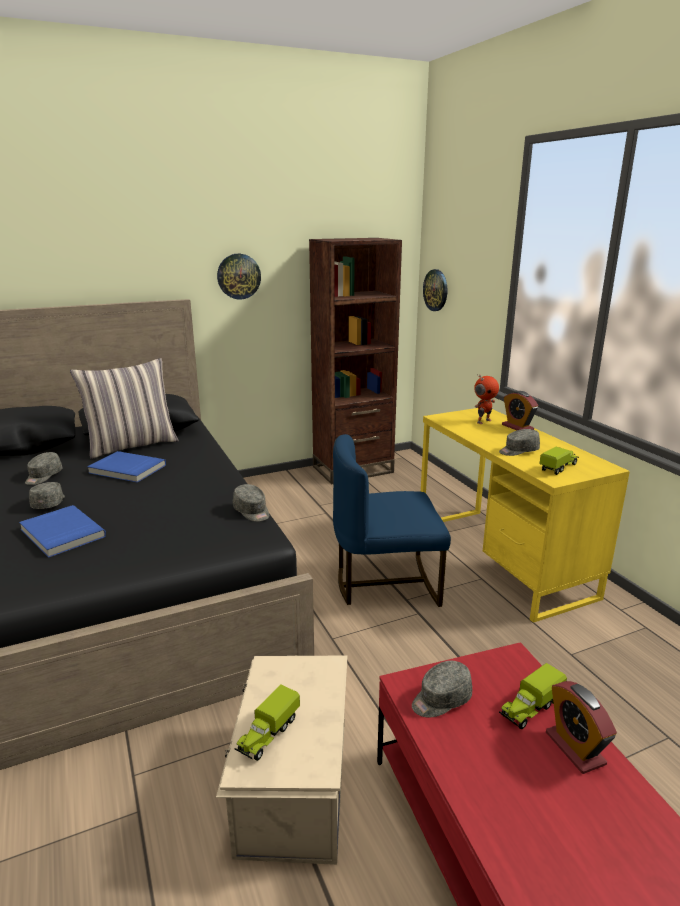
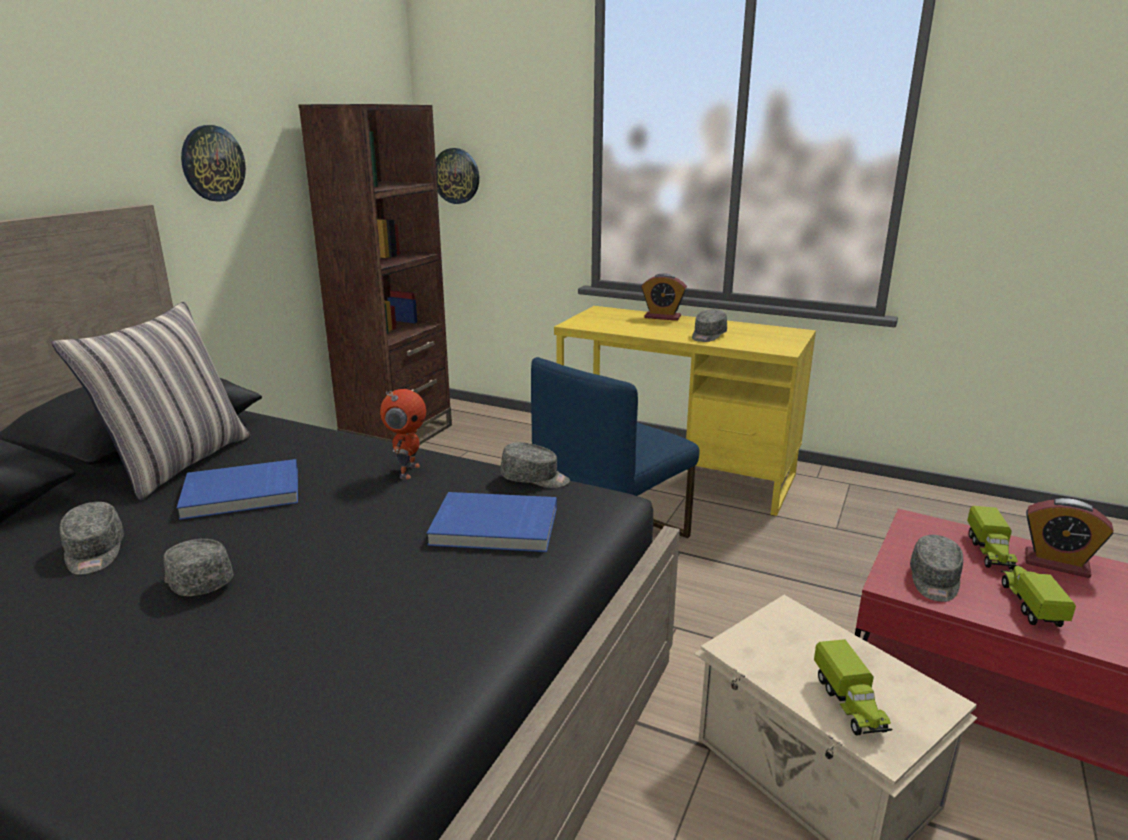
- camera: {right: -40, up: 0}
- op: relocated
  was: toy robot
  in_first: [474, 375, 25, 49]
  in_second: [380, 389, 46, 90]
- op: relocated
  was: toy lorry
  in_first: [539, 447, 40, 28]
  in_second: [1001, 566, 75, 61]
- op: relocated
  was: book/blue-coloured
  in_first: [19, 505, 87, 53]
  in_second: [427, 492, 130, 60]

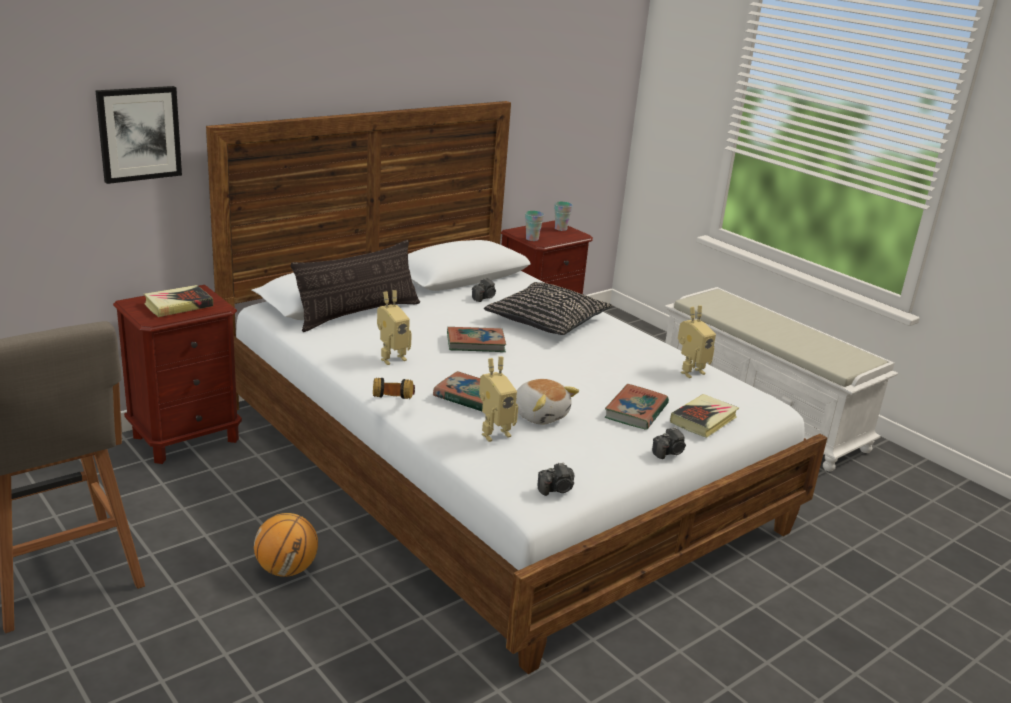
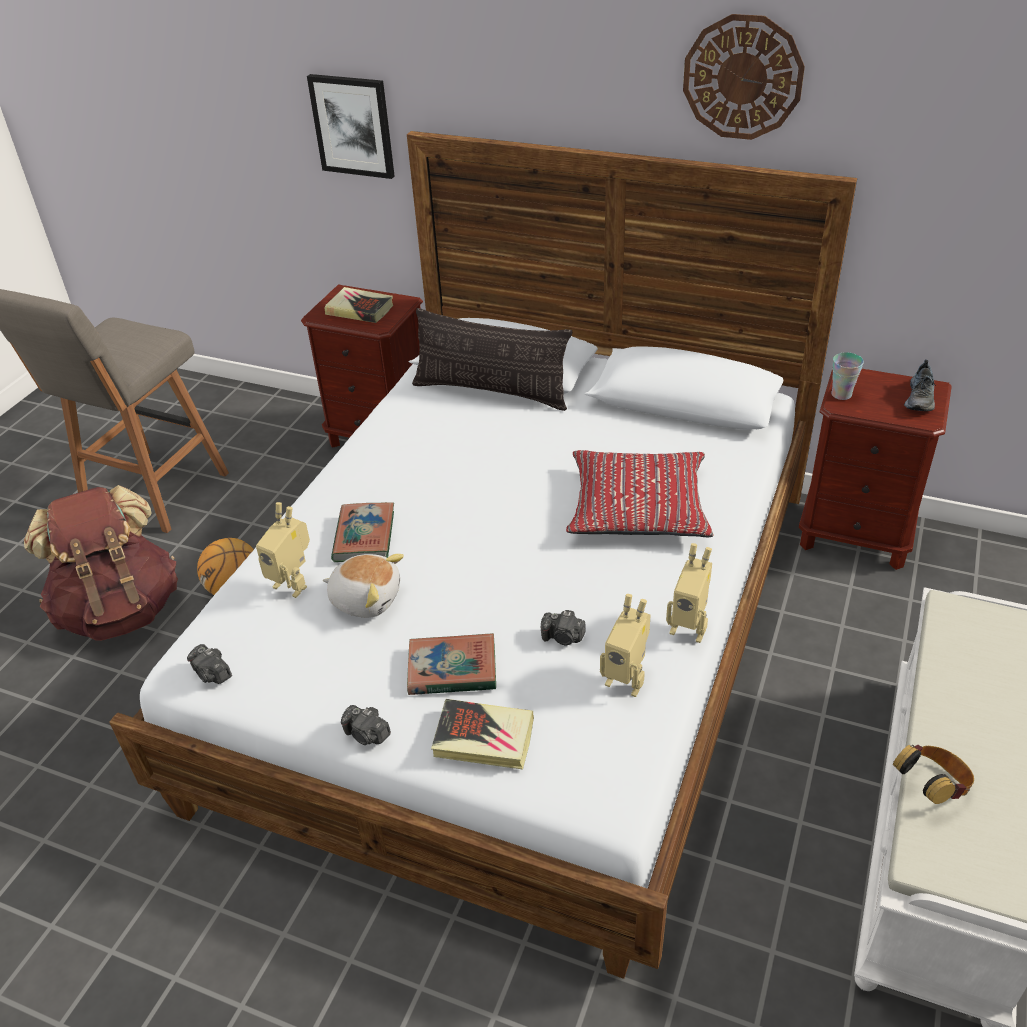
- camera: {right: 65, up: 15}
- op: exchanged
  was: drinking cup
  now: shoe
  in_first: [554, 202, 19, 29]
  in_second: [904, 359, 32, 53]
- op: relocated
  was: photo camera
  in_first: [472, 278, 24, 24]
  in_second: [541, 610, 45, 35]
- op: colour
  was: throw pillow/blackish
  now: throw pillow/reddish
  in_first: [484, 282, 128, 53]
  in_second: [566, 450, 148, 87]
- op: relocated
  was: toy robot
  in_first: [377, 290, 35, 75]
  in_second: [666, 543, 46, 100]
- op: missing
  was: book
  in_first: [447, 327, 59, 25]
- op: relocated
  was: pair of headphones
  in_first: [373, 378, 42, 21]
  in_second: [893, 744, 81, 60]
- op: spun
  was: cuddly toy
  in_first: [516, 379, 63, 46]
  in_second: [323, 554, 81, 64]
  clockwise: -90
- op: appeared
  now: hanging clock
  in_second: [683, 14, 122, 126]
- op: appeared
  now: knapsack/brownish
  in_second: [24, 485, 154, 156]

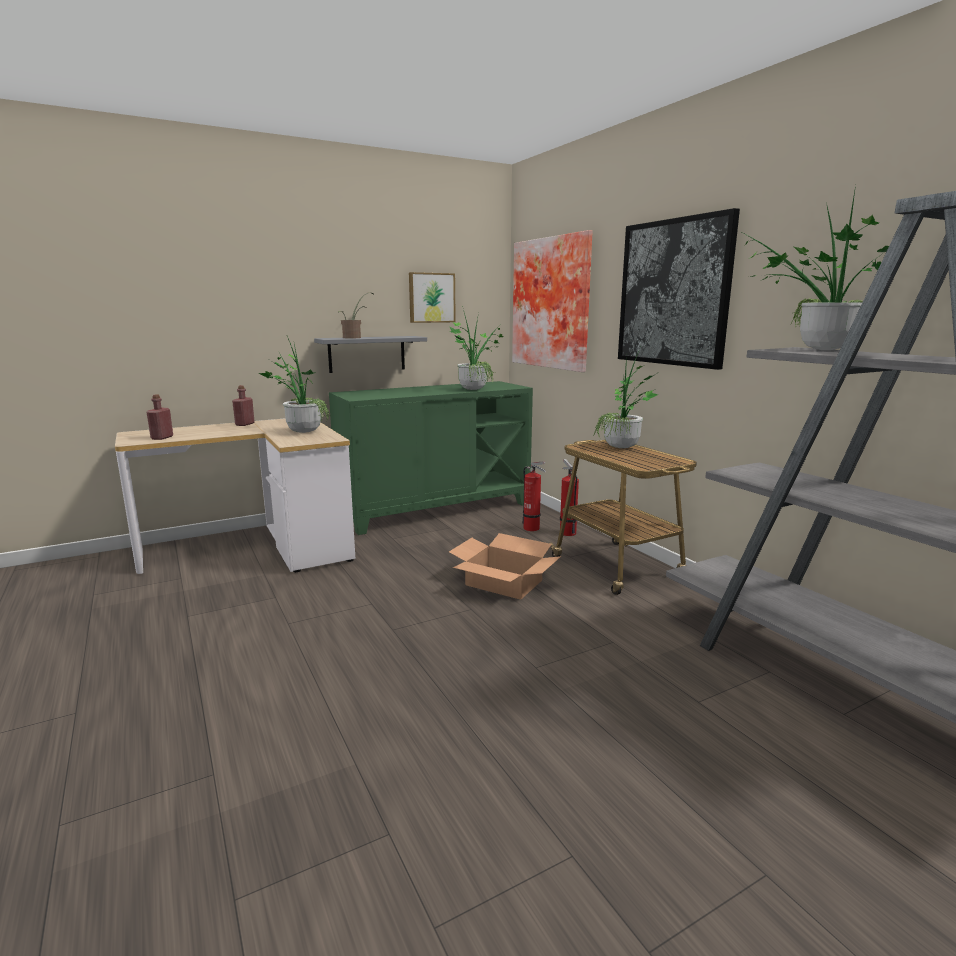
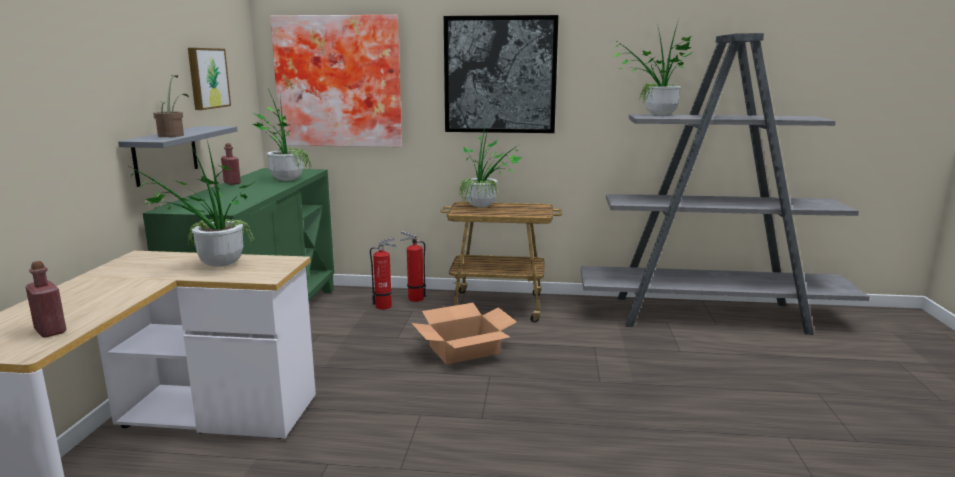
- camera: {right: -55, up: 0}
- op: relocated
  was: drink bottle/reddish
  in_first: [232, 385, 23, 41]
  in_second: [221, 143, 20, 42]

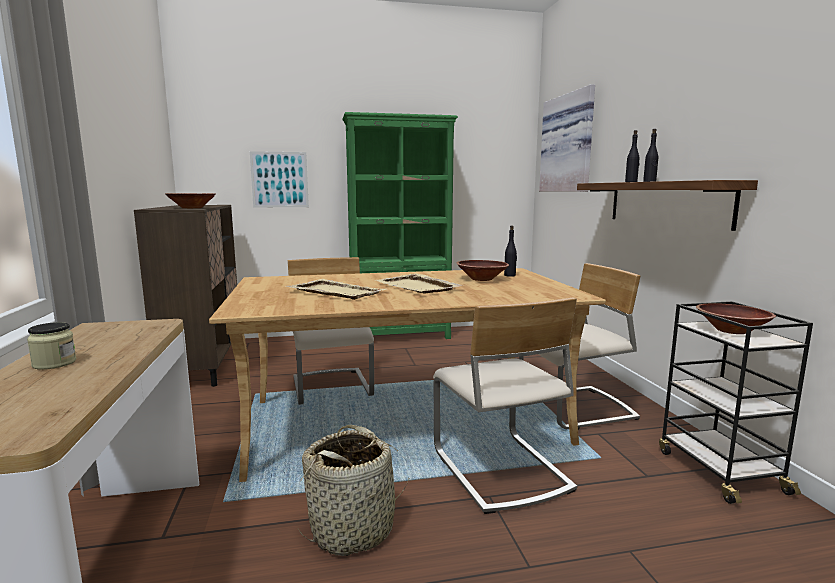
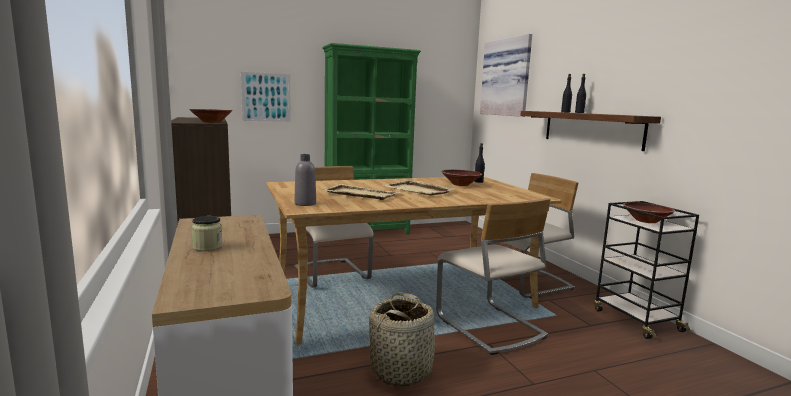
- camera: {right: -10, up: 0}
- op: appeared
  now: drink bottle/gray
  in_second: [295, 154, 21, 52]

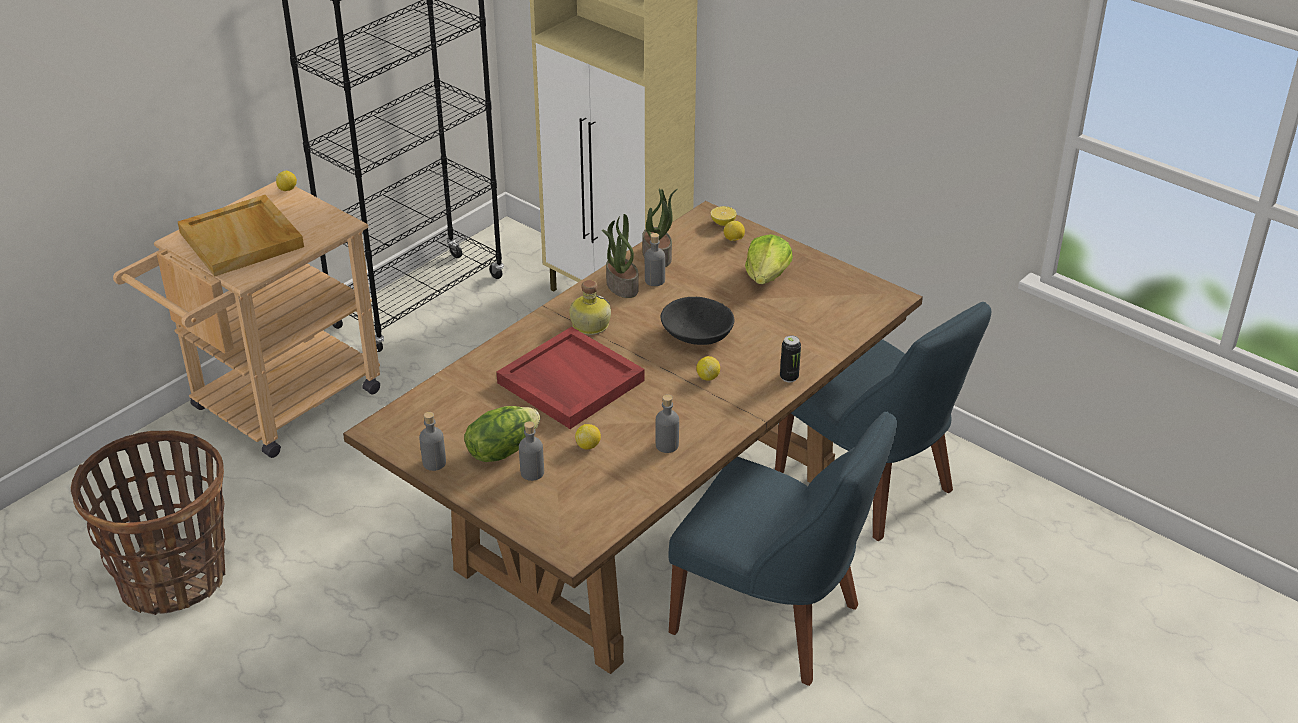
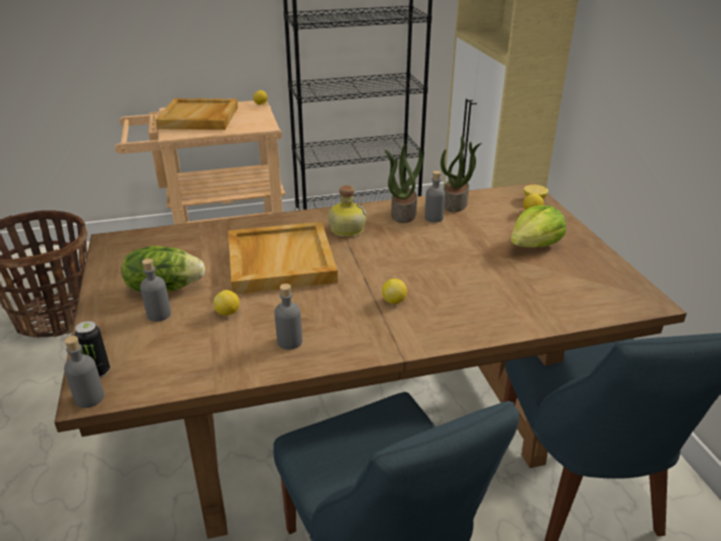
- camera: {right: 35, up: -5}
- op: missing
  was: serving bowl/blackish
  in_first: [660, 297, 75, 48]
- op: colour
  was: serving tray/reddish
  now: serving tray/beige-coloured
  in_first: [497, 327, 148, 102]
  in_second: [228, 222, 110, 72]
- op: relocated
  was: can
  in_first: [780, 335, 21, 47]
  in_second: [74, 321, 36, 56]
- op: relocated
  was: drink bottle/gray
  in_first: [419, 412, 27, 59]
  in_second: [64, 336, 40, 72]

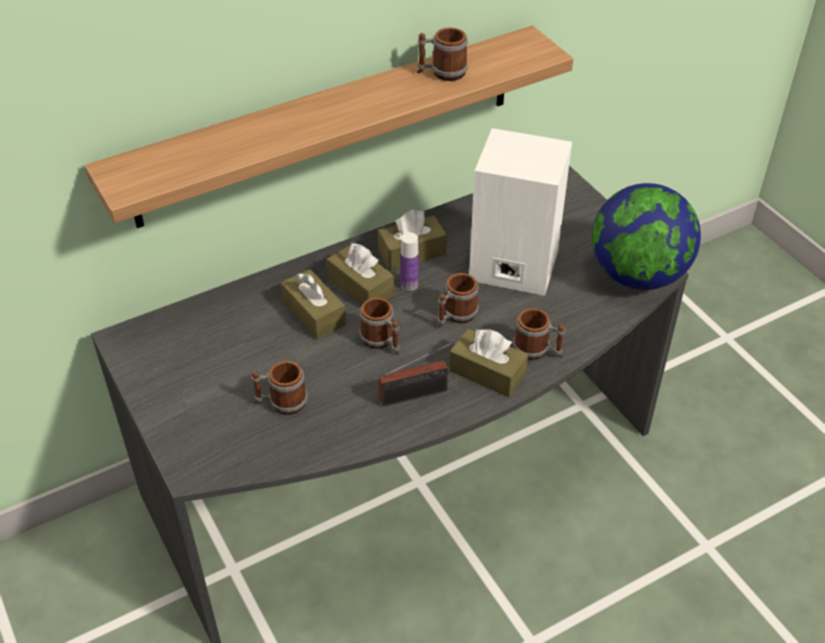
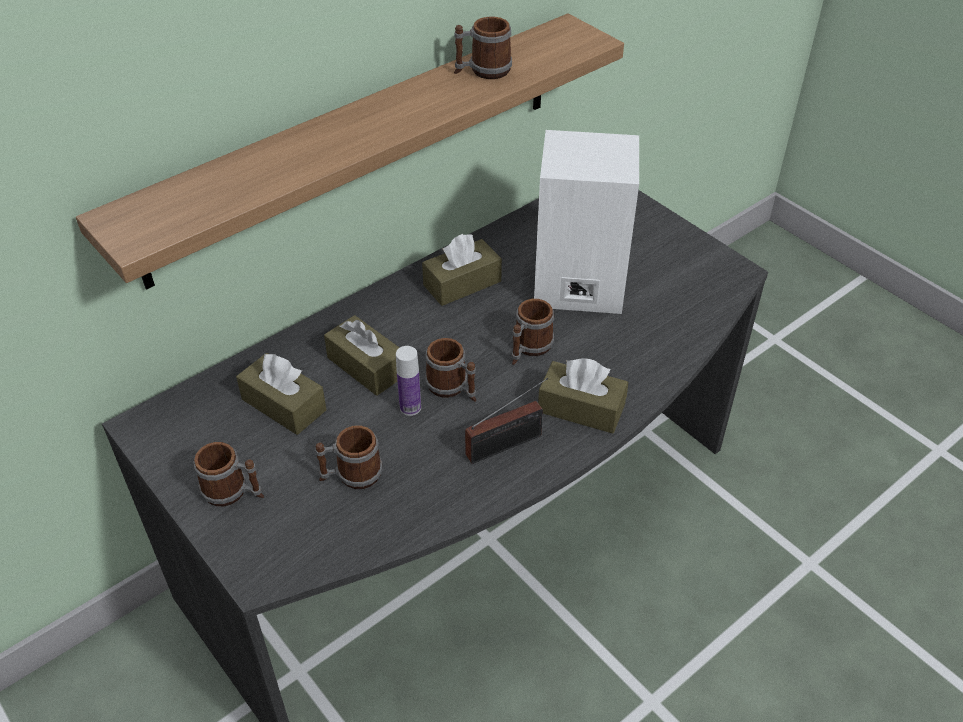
- camera: {right: -10, up: 0}
- op: missing
  was: globe
  in_first: [592, 183, 109, 107]
- op: relocated
  was: drink bottle
  in_first: [401, 232, 17, 59]
  in_second: [396, 346, 25, 70]
- op: relocated
  was: box of tissues/brownish
  in_first: [327, 243, 67, 62]
  in_second: [236, 353, 90, 82]
- op: relocated
  was: mug
  in_first: [513, 308, 52, 52]
  in_second: [193, 442, 71, 64]

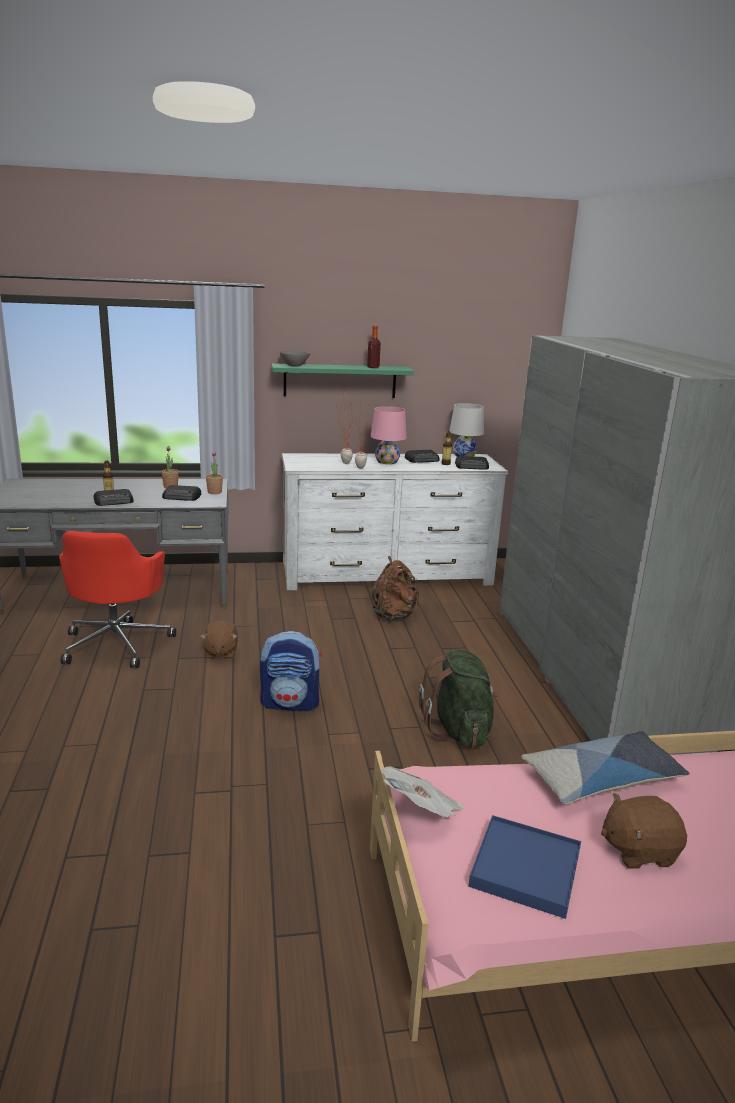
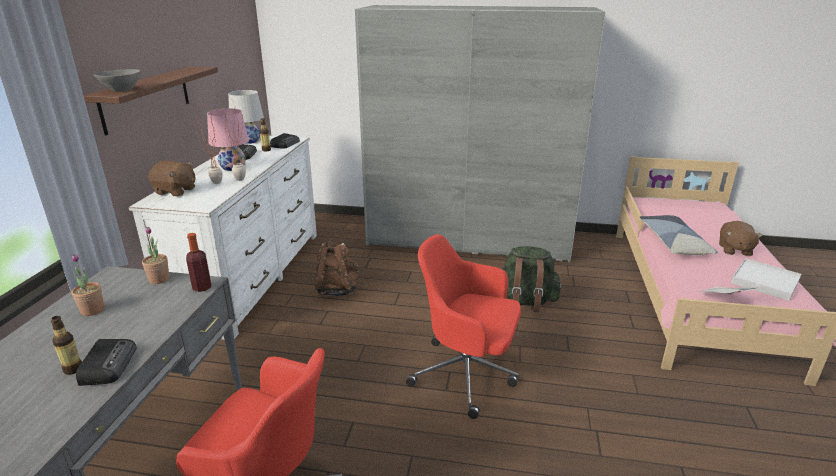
- camera: {right: -70, up: 5}
- op: relocated
  was: drink bottle
  in_first: [367, 326, 14, 42]
  in_second: [186, 233, 25, 59]
- op: colour
  was: bracket shelf/greenish
  now: bracket shelf/brownish
  in_first: [272, 363, 142, 35]
  in_second: [84, 66, 134, 69]
- op: missing
  was: radio receiver
  in_first: [162, 485, 39, 16]
- op: relocated
  was: cuddly toy/brownish
  in_first: [200, 620, 38, 40]
  in_second: [148, 160, 48, 36]
- op: exchanged
  was: knapsack
  now: office chair/reddish
  in_first: [260, 631, 62, 80]
  in_second: [406, 234, 115, 185]
- op: colour
  was: serving tray/blue-coloured
  now: serving tray/whitish
  in_first: [469, 815, 112, 104]
  in_second: [731, 258, 70, 43]

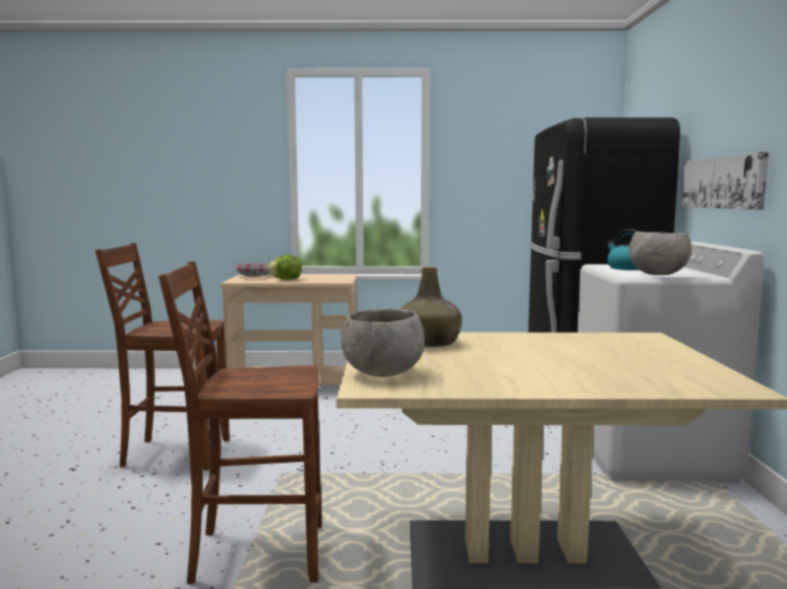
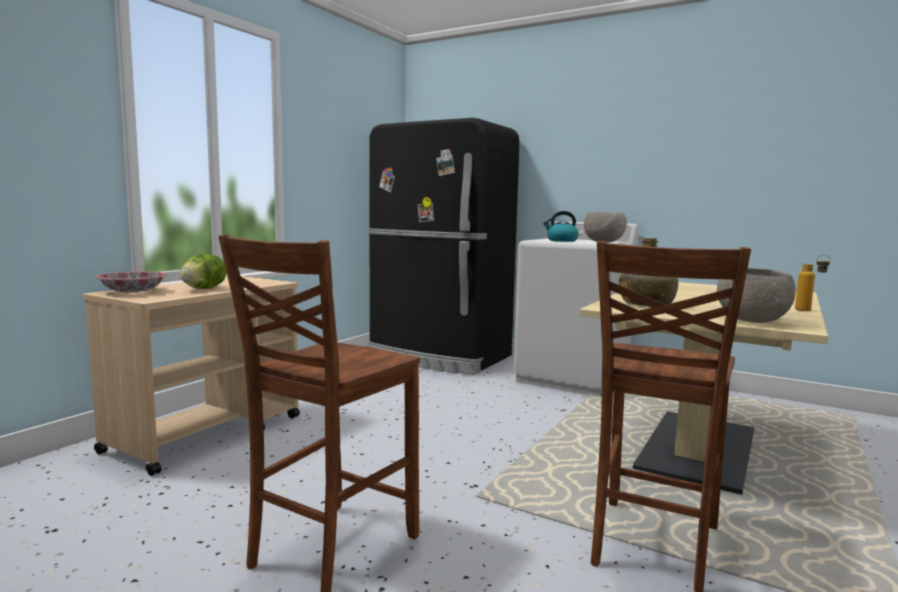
- camera: {right: -60, up: 0}
- op: missing
  was: wall art
  in_first: [681, 152, 88, 58]
- op: appeared
  now: drink bottle
  in_second: [795, 255, 36, 56]

